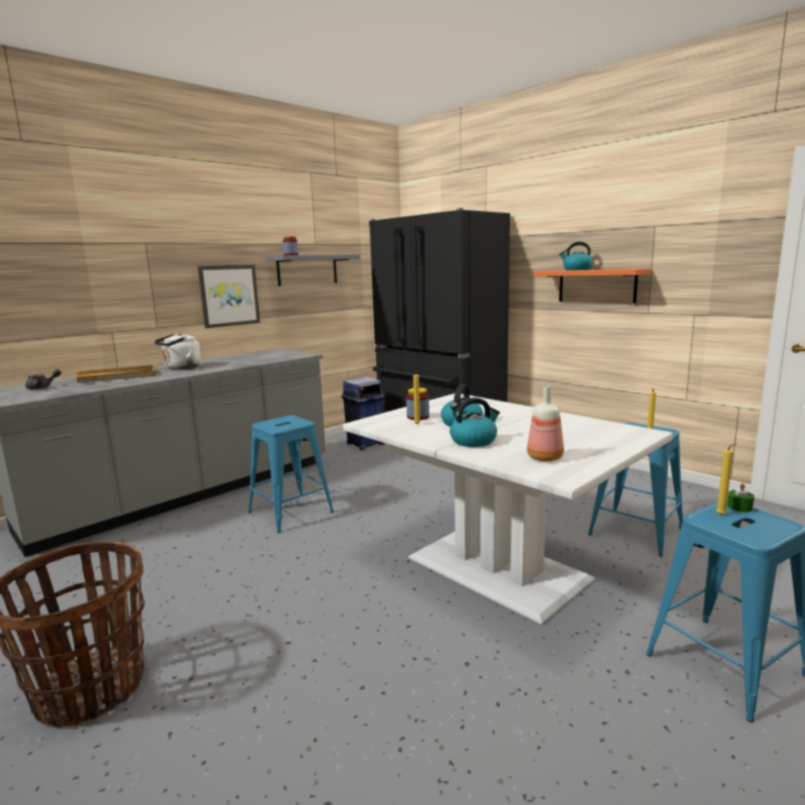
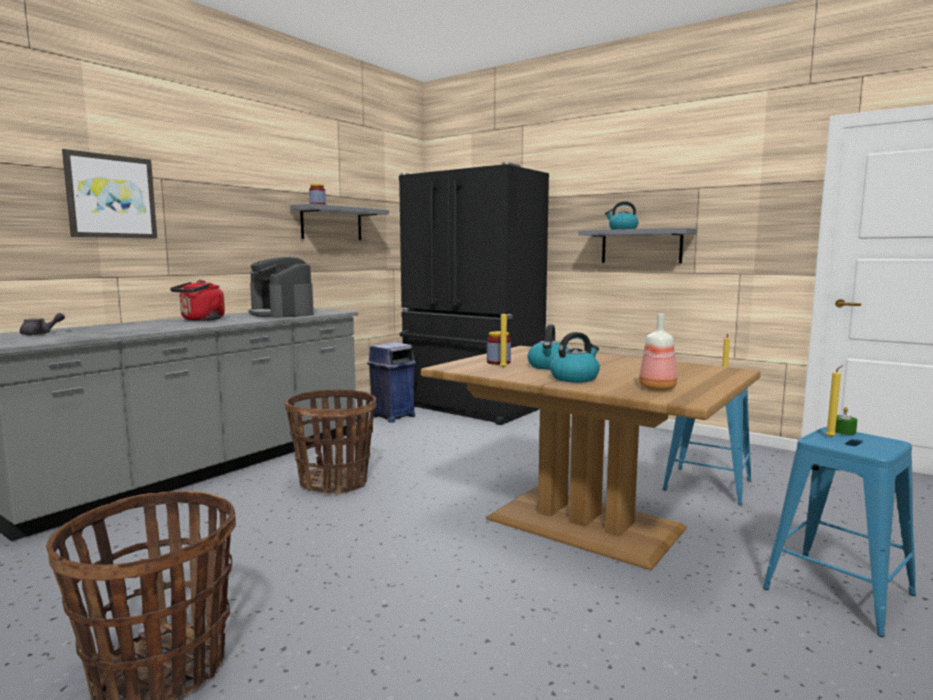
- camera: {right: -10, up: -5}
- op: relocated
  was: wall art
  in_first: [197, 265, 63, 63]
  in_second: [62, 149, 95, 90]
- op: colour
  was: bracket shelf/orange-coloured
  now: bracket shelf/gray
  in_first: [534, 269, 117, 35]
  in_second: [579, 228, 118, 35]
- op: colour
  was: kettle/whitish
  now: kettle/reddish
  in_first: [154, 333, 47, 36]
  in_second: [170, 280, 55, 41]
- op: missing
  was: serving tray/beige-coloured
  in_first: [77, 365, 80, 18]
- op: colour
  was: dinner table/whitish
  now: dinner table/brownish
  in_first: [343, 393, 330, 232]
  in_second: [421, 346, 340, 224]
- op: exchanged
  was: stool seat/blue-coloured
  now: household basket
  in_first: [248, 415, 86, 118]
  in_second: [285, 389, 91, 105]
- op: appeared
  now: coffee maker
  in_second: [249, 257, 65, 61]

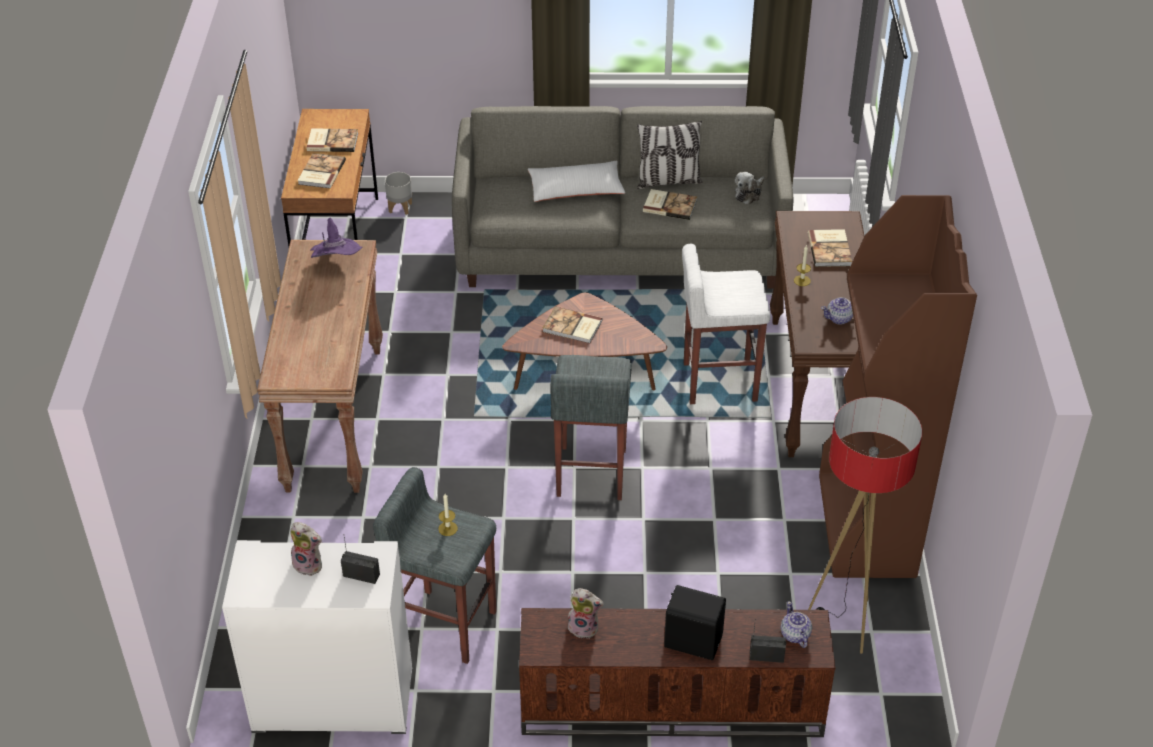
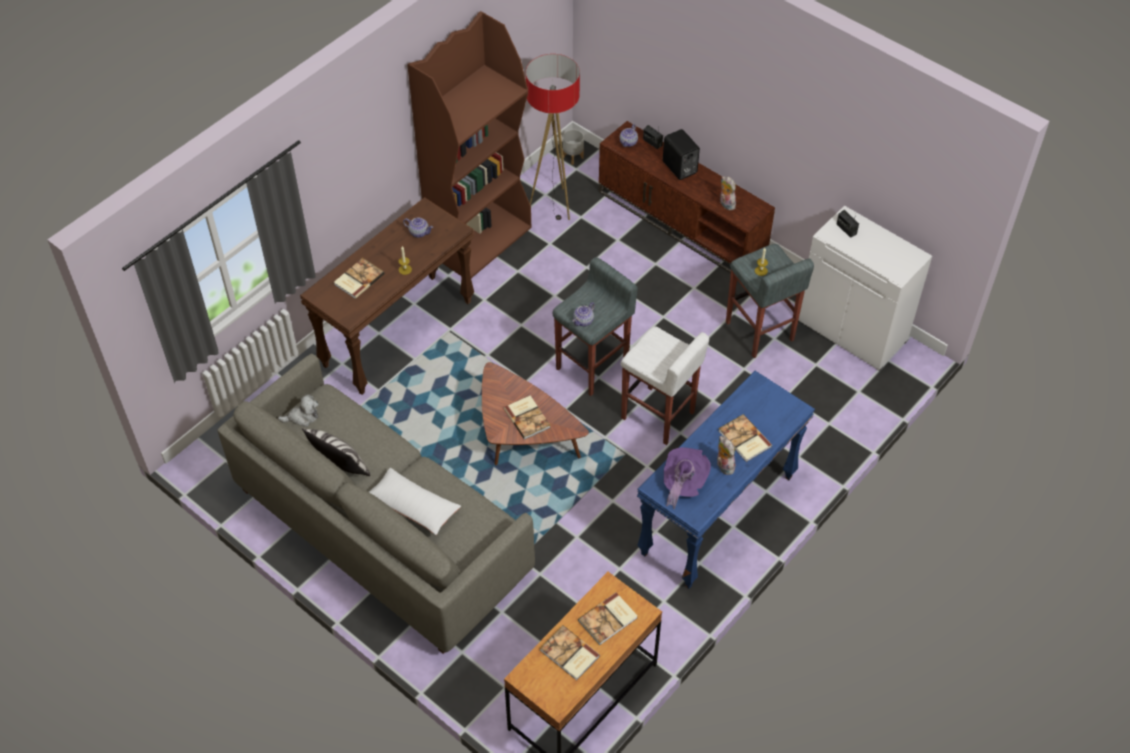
- camera: {right: -140, up: 10}
- op: relocated
  was: plant pot/gray
  in_first: [385, 172, 27, 43]
  in_second: [563, 129, 21, 36]
- op: relocated
  was: book
  in_first: [643, 189, 54, 31]
  in_second: [719, 414, 53, 48]
- op: colour
  was: console table/brownish
  now: console table/blue-coloured
  in_first: [257, 240, 126, 253]
  in_second: [637, 371, 178, 218]
- op: relocated
  was: stool seat/whitish
  in_first: [682, 244, 89, 160]
  in_second: [621, 326, 88, 119]
- op: relocated
  was: cuddly toy
  in_first: [290, 522, 32, 54]
  in_second: [717, 436, 18, 39]
- op: appeared
  now: pot for tea
  in_second: [572, 302, 23, 24]

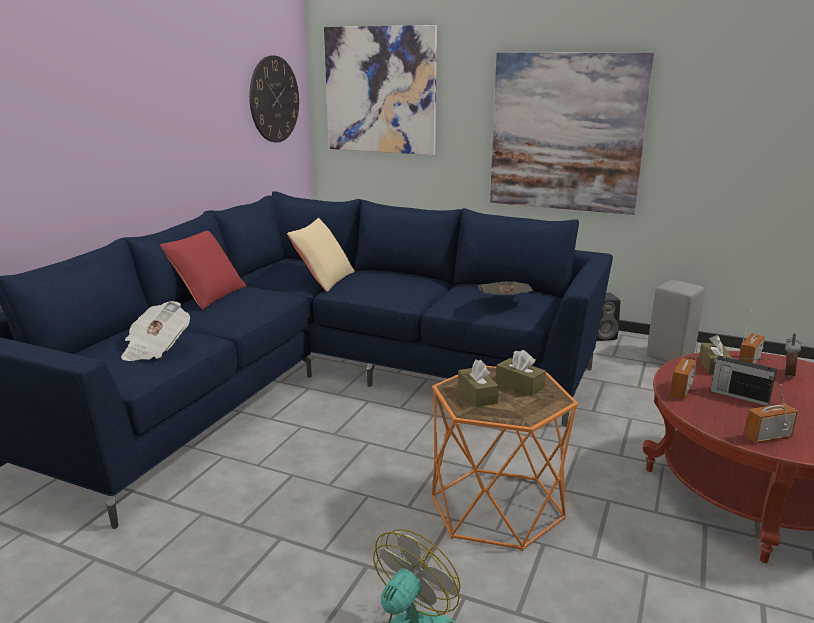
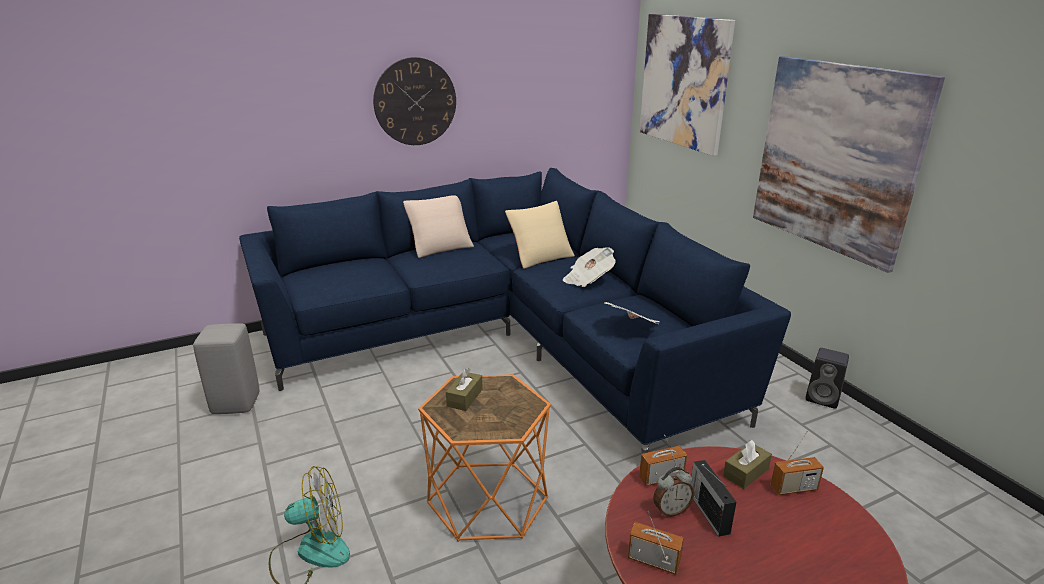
- camera: {right: 40, up: 5}
- op: relocated
  was: hanging clock
  in_first: [249, 55, 50, 87]
  in_second: [373, 57, 83, 88]
- op: colour
  was: throw pillow/reddish
  now: throw pillow/beige-coloured
  in_first: [160, 231, 86, 78]
  in_second: [403, 195, 71, 63]
- op: relocated
  was: stool seat/gray
  in_first: [647, 280, 58, 82]
  in_second: [193, 323, 67, 91]
- op: relocated
  was: daily paper
  in_first: [121, 301, 69, 60]
  in_second: [563, 247, 53, 40]
- op: relocated
  was: table clock
  in_first: [785, 333, 17, 46]
  in_second: [653, 467, 41, 50]
- op: missing
  was: box of tissues/brownish
  in_first: [496, 350, 50, 46]

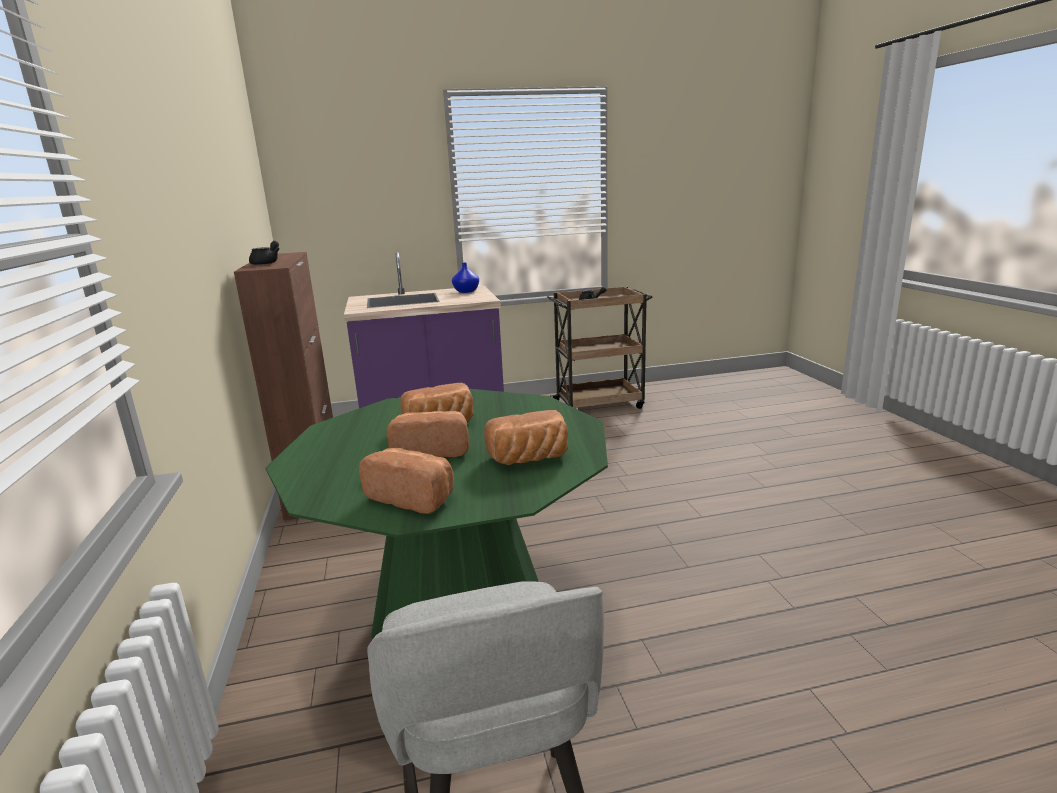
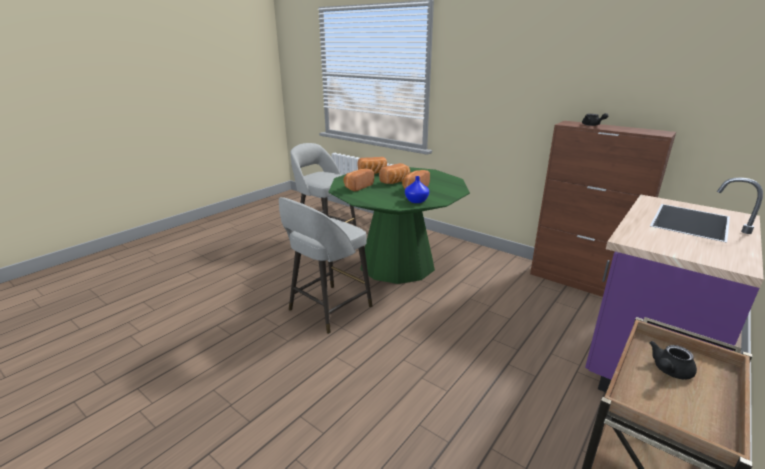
- camera: {right: 140, up: 5}
- op: relocated
  was: decorative vase/blue-coloured
  in_first: [452, 262, 27, 31]
  in_second: [405, 176, 24, 27]
- op: appeared
  now: stool seat/gray
  in_second: [279, 197, 93, 137]

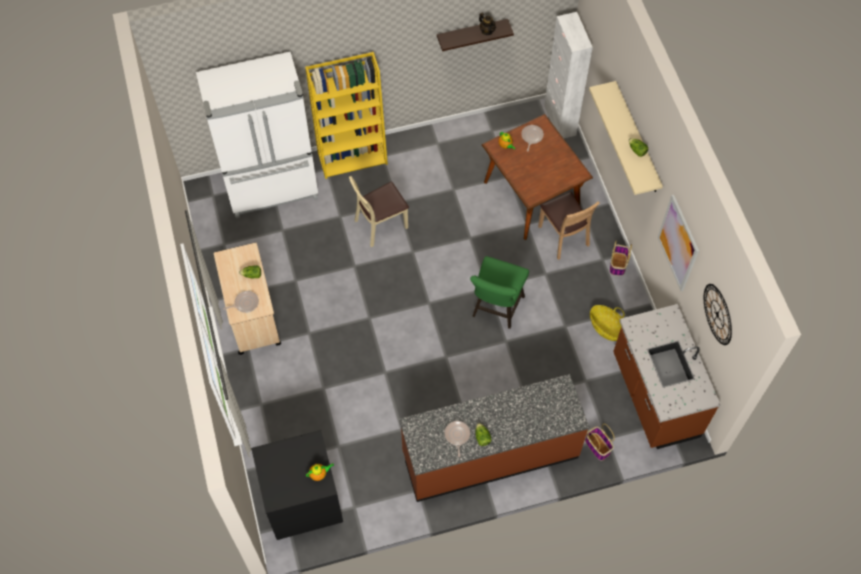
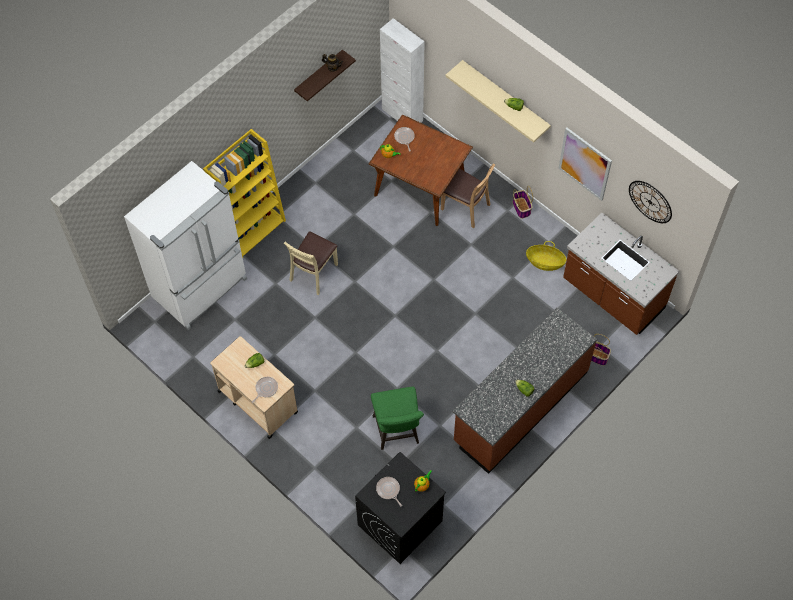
- camera: {right: -30, up: 0}
- op: relocated
  was: stool seat/greenish
  in_first: [470, 256, 59, 73]
  in_second: [371, 386, 53, 64]
- op: relocated
  was: skillet
  in_first: [444, 421, 26, 36]
  in_second: [376, 477, 26, 29]

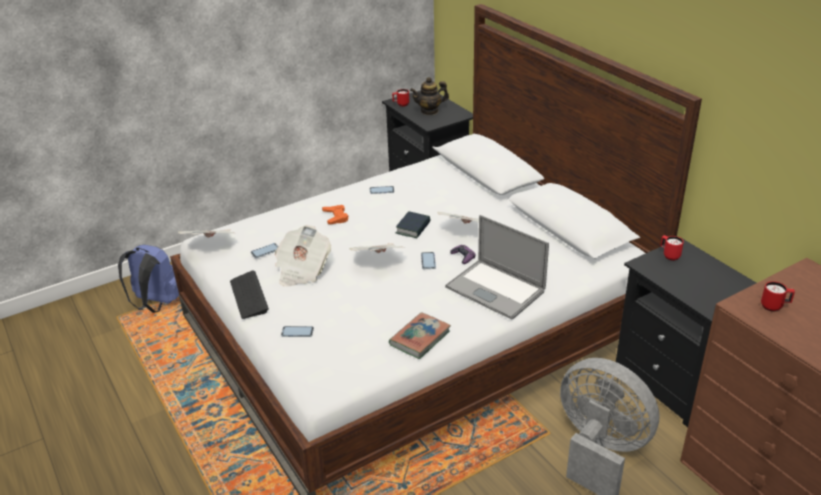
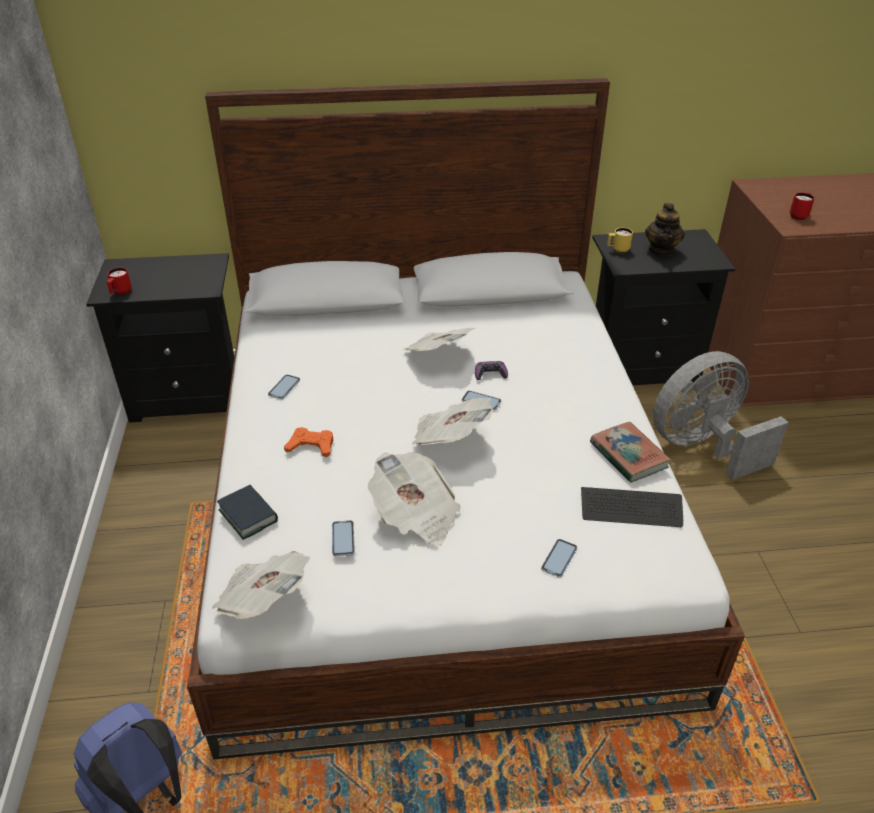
- camera: {right: -65, up: 5}
- op: relocated
  was: pot for tea
  in_first: [410, 77, 39, 38]
  in_second: [645, 203, 40, 53]
- op: relocated
  was: book
  in_first: [396, 211, 34, 27]
  in_second: [217, 485, 61, 55]
- op: missing
  was: portable computer
  in_first: [445, 215, 104, 105]
- op: colour
  was: mug/reddish
  now: mug/yellow-coloured
  in_first: [660, 235, 24, 26]
  in_second: [607, 228, 26, 25]
- op: relocated
  was: PC keyboard
  in_first: [230, 271, 39, 48]
  in_second: [581, 487, 102, 40]

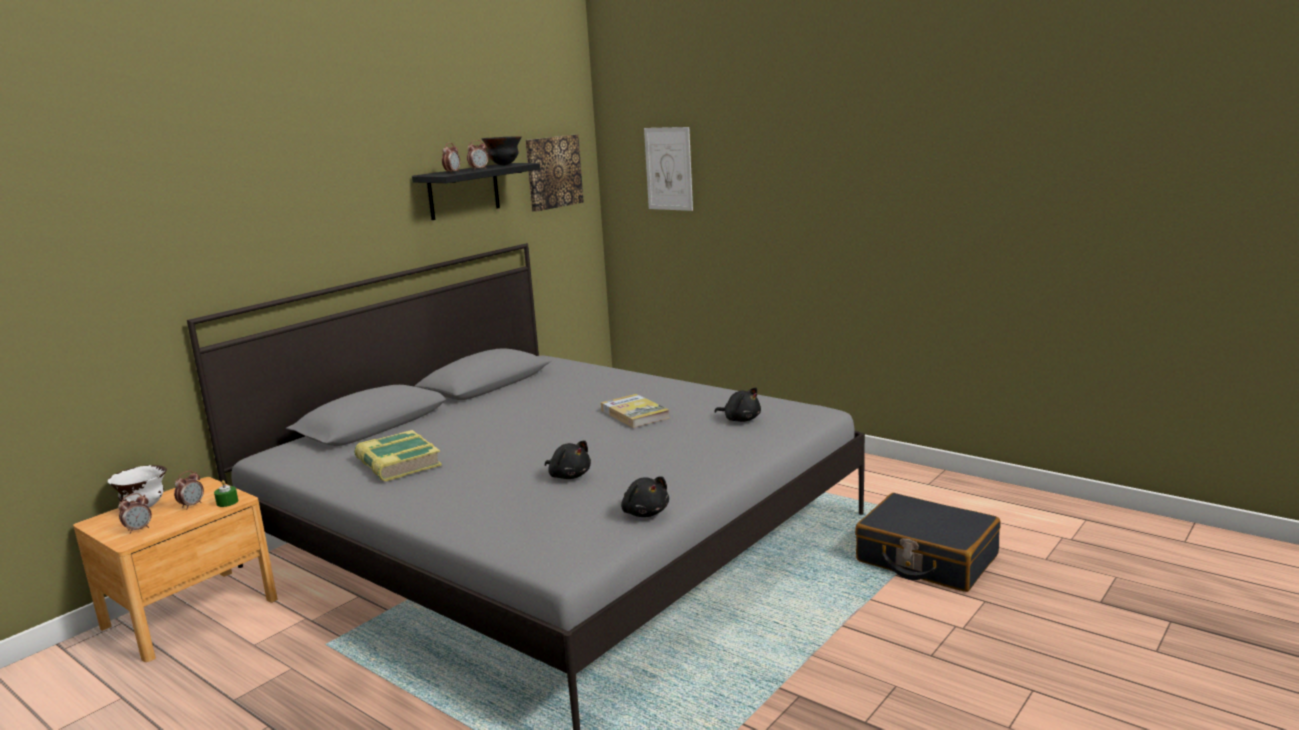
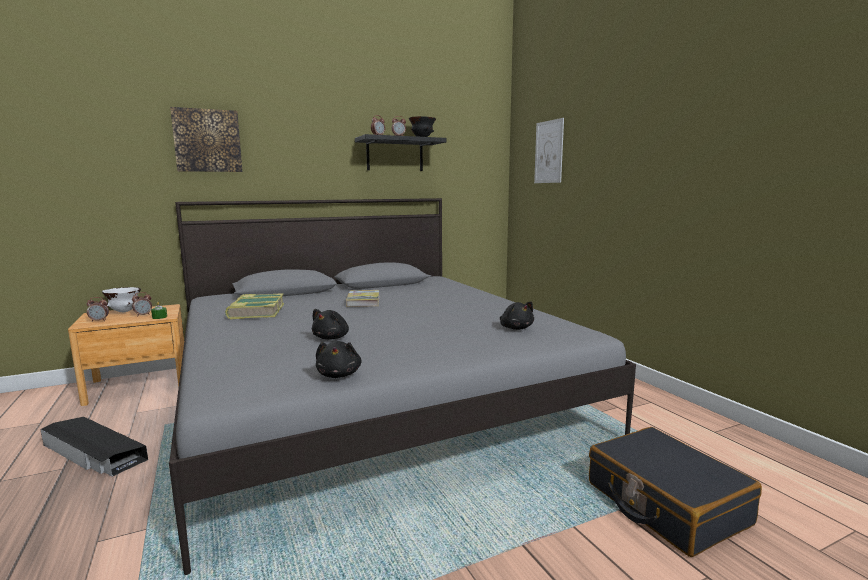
- camera: {right: 25, up: -5}
- op: relocated
  was: wall art
  in_first: [525, 134, 59, 78]
  in_second: [170, 107, 72, 65]
- op: relocated
  was: book
  in_first: [601, 394, 68, 34]
  in_second: [346, 290, 33, 17]
- op: spun
  was: cuddly toy/blackish
  in_first: [545, 440, 46, 39]
  in_second: [312, 309, 37, 31]
  clockwise: 45
- op: appeared
  now: storage container/blackish
  in_second: [41, 417, 108, 60]

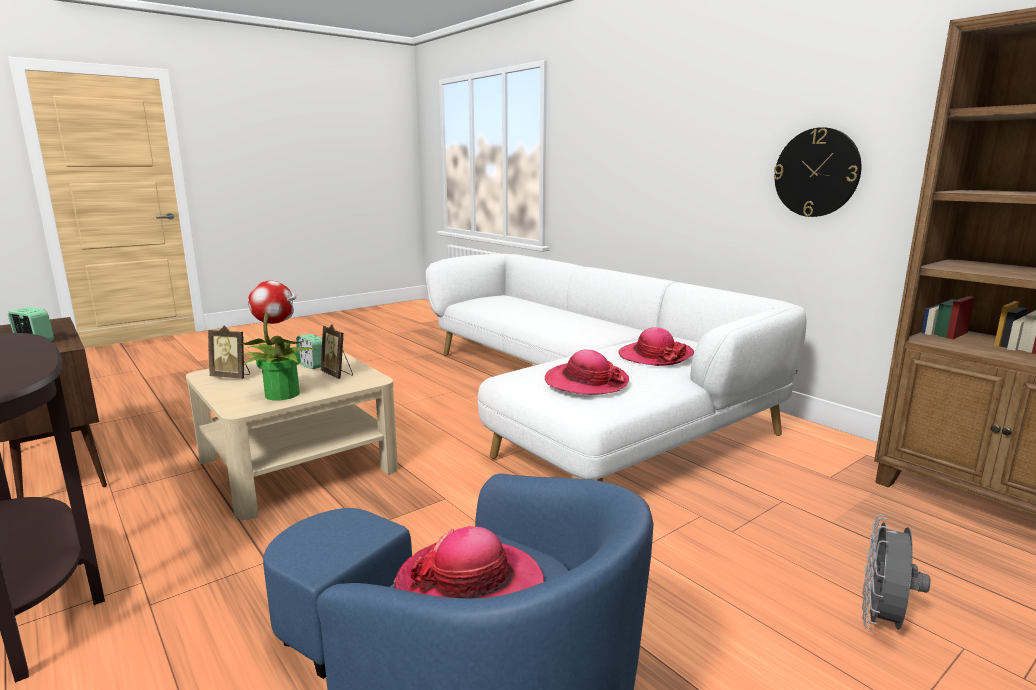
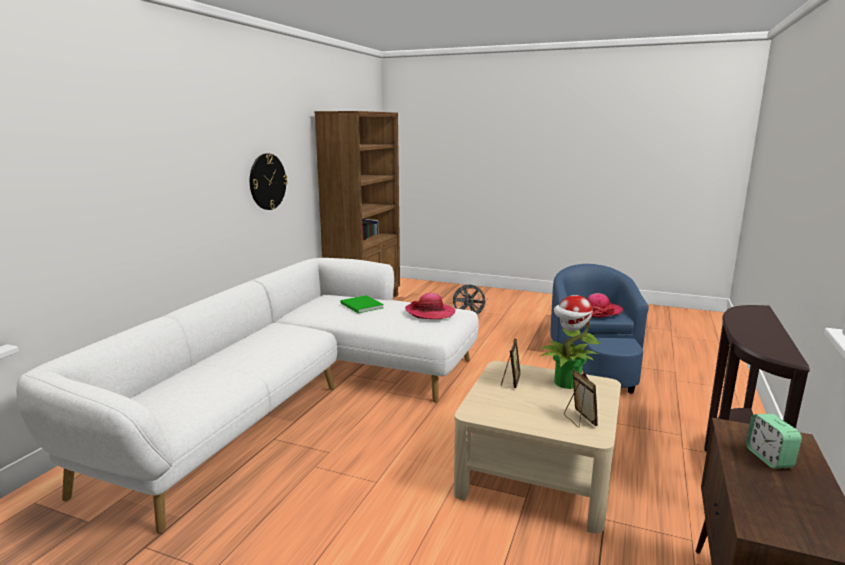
- camera: {right: -120, up: 0}
- op: exchanged
  was: clothing hat
  now: book/greenish
  in_first: [618, 327, 76, 39]
  in_second: [340, 295, 44, 19]
- op: missing
  was: table clock
  in_first: [296, 334, 26, 35]

